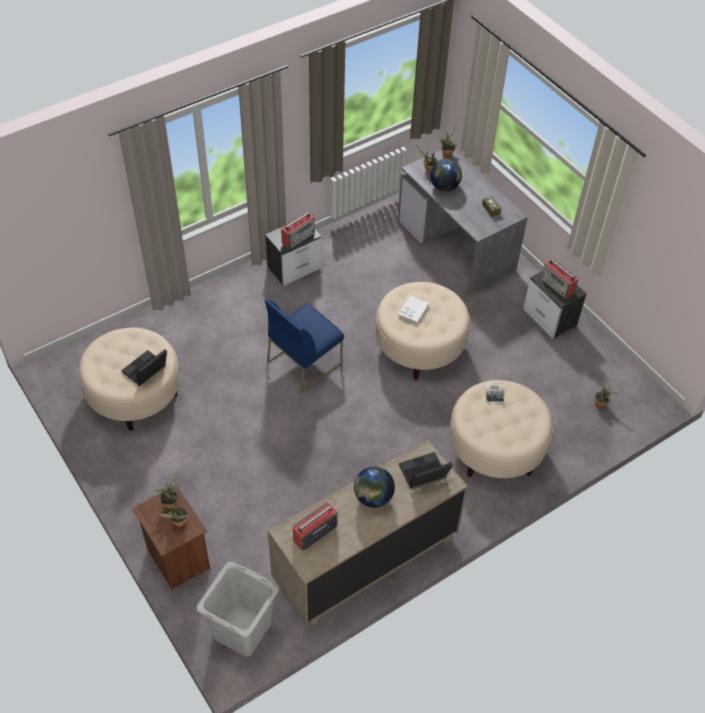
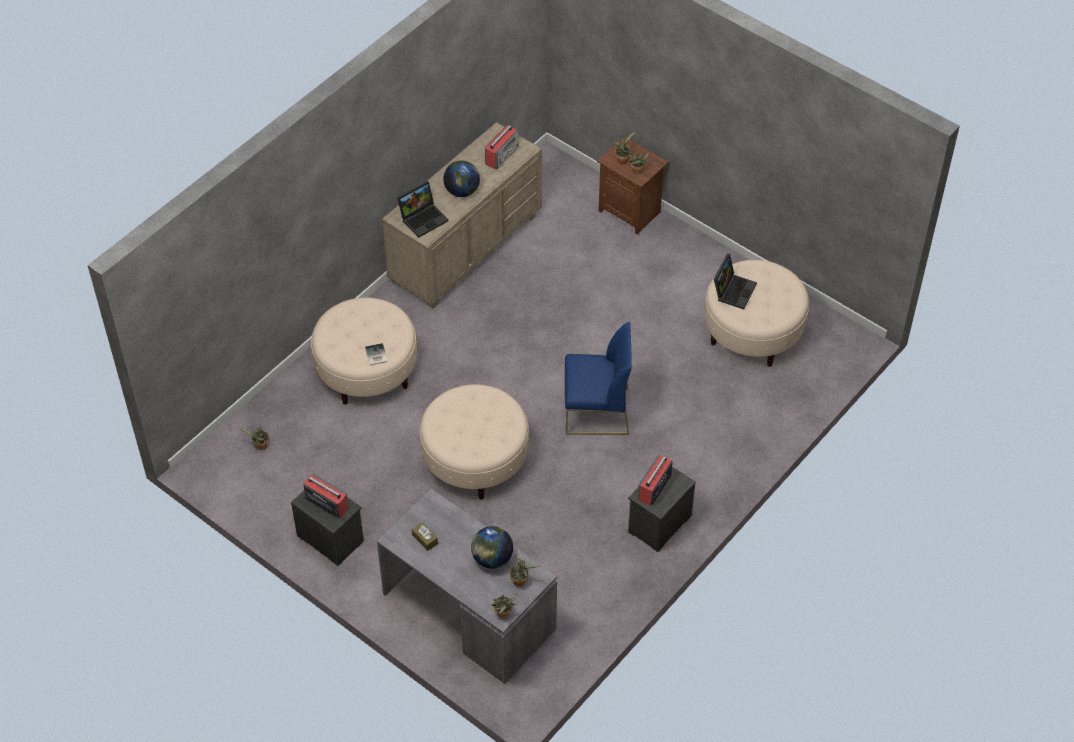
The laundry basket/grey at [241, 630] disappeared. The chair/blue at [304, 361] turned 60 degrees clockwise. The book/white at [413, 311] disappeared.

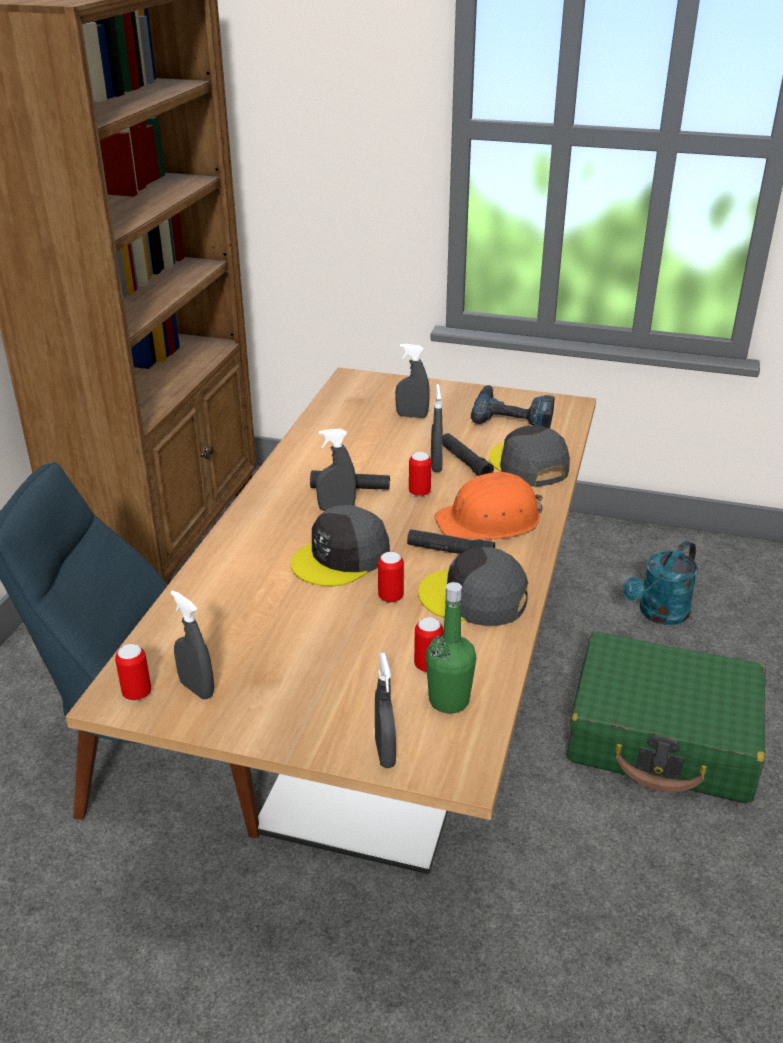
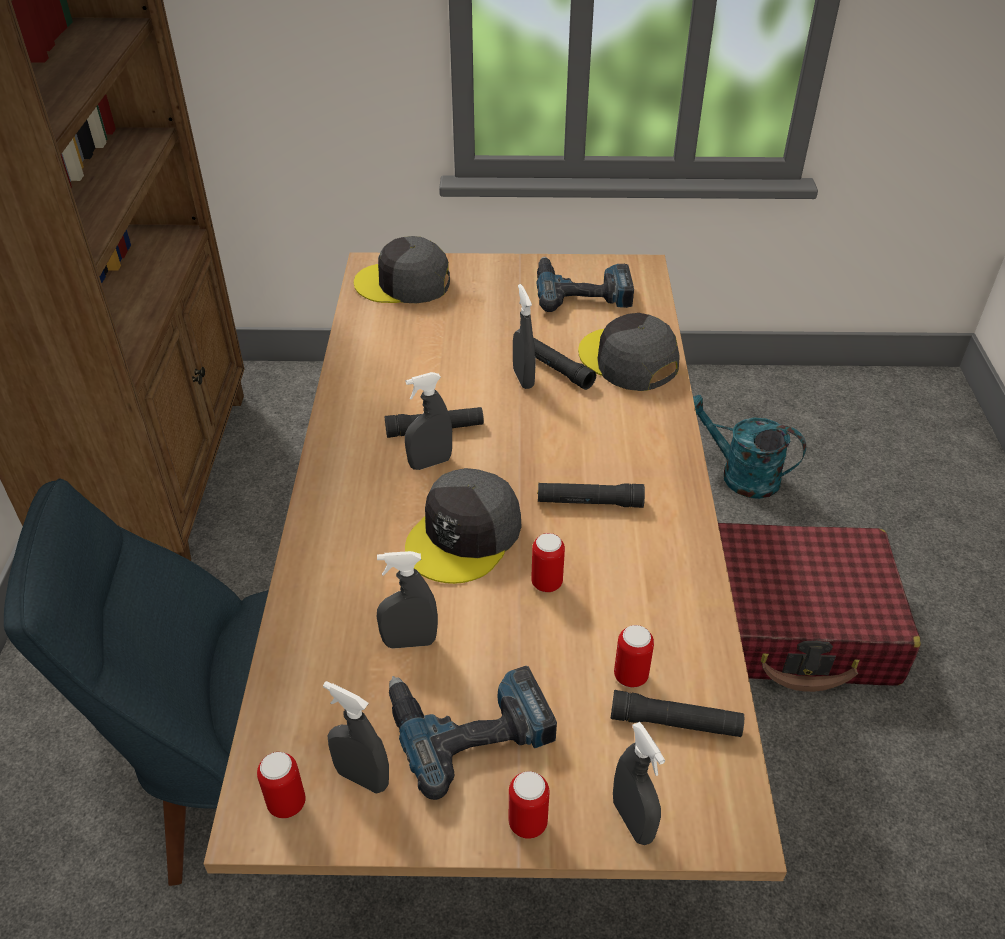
The spray bottle/grey moved from [412, 416] to [409, 642]. The can moved from [419, 492] to [527, 823]. The cap/grey moved from [474, 598] to [403, 283]. The bottle/green at [449, 700] was replaced by the flashlight/black at [675, 722]. The hard hat/orange at [490, 520] disappeared. The suitcase/green at [663, 737] became the suitcase/red at [791, 624]. The watering can/turquoise at [659, 614] turned 90 degrees clockwise. The power drill at [469, 725] appeared.

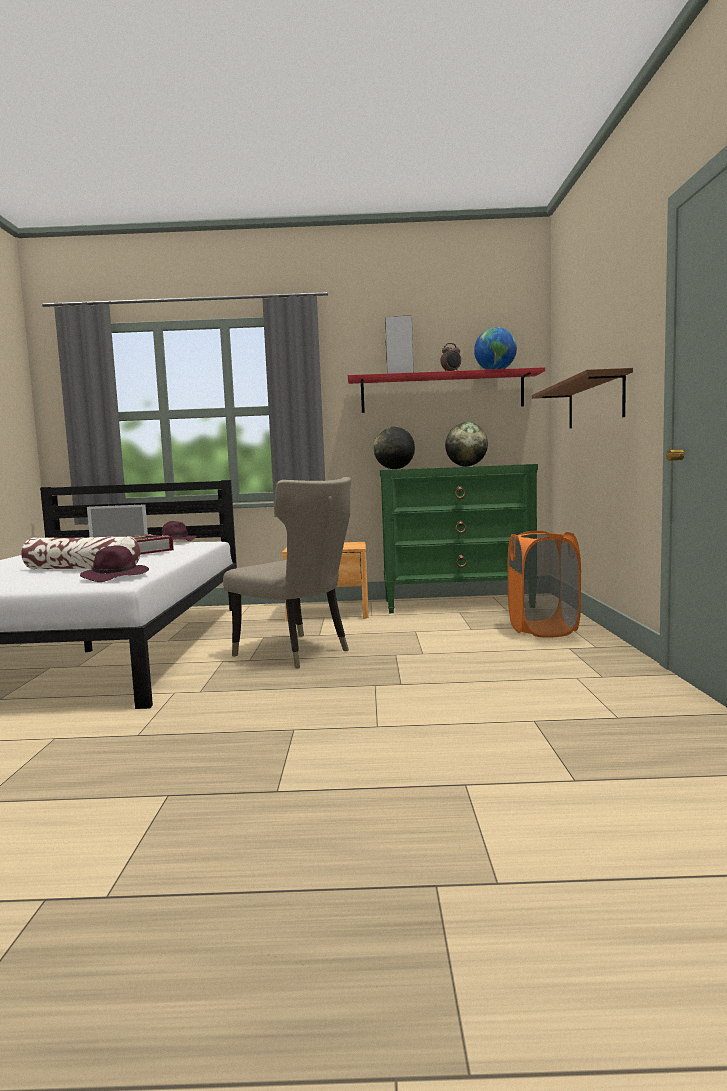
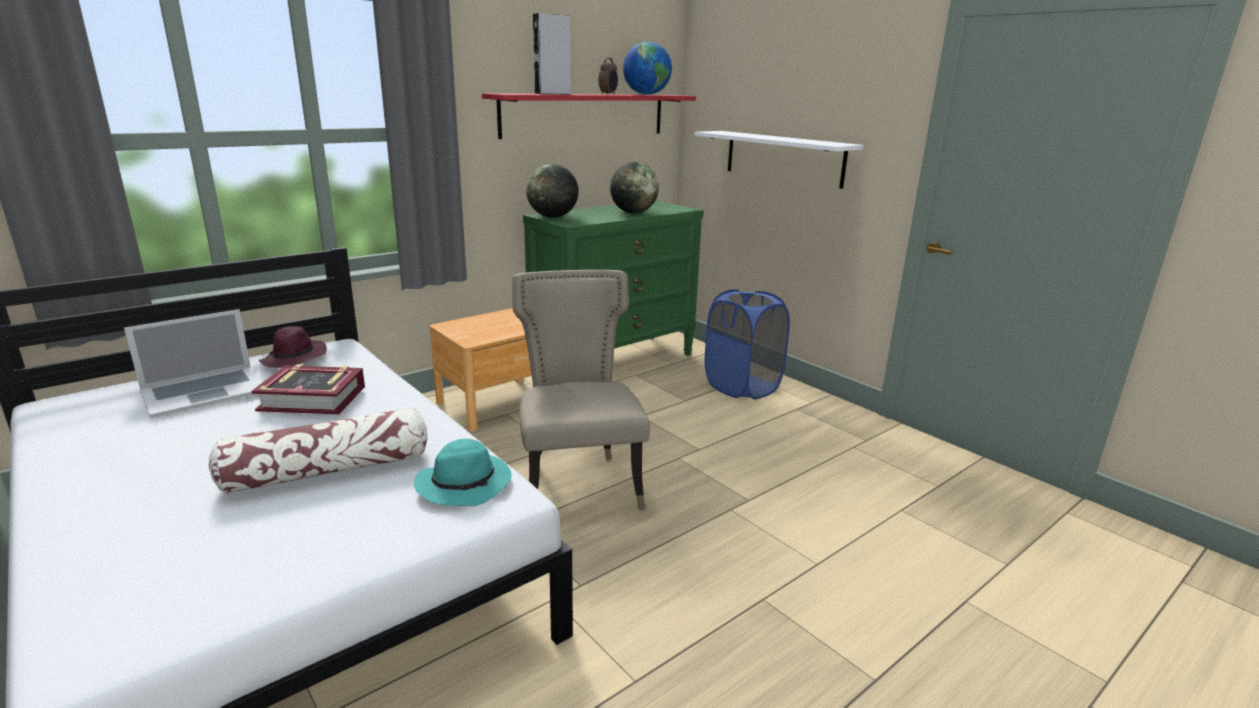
The hat/purple at [116, 577] became the hat/turquoise at [465, 484]. The chair/beige at [297, 652] turned 105 degrees counterclockwise. The laundry basket/orange at [543, 629] became the laundry basket/blue at [742, 387]. The shelf/brown at [594, 403] became the shelf/white at [783, 158].

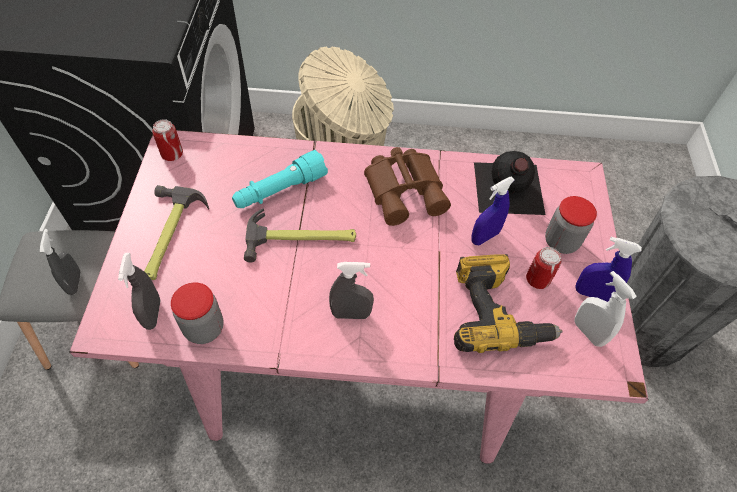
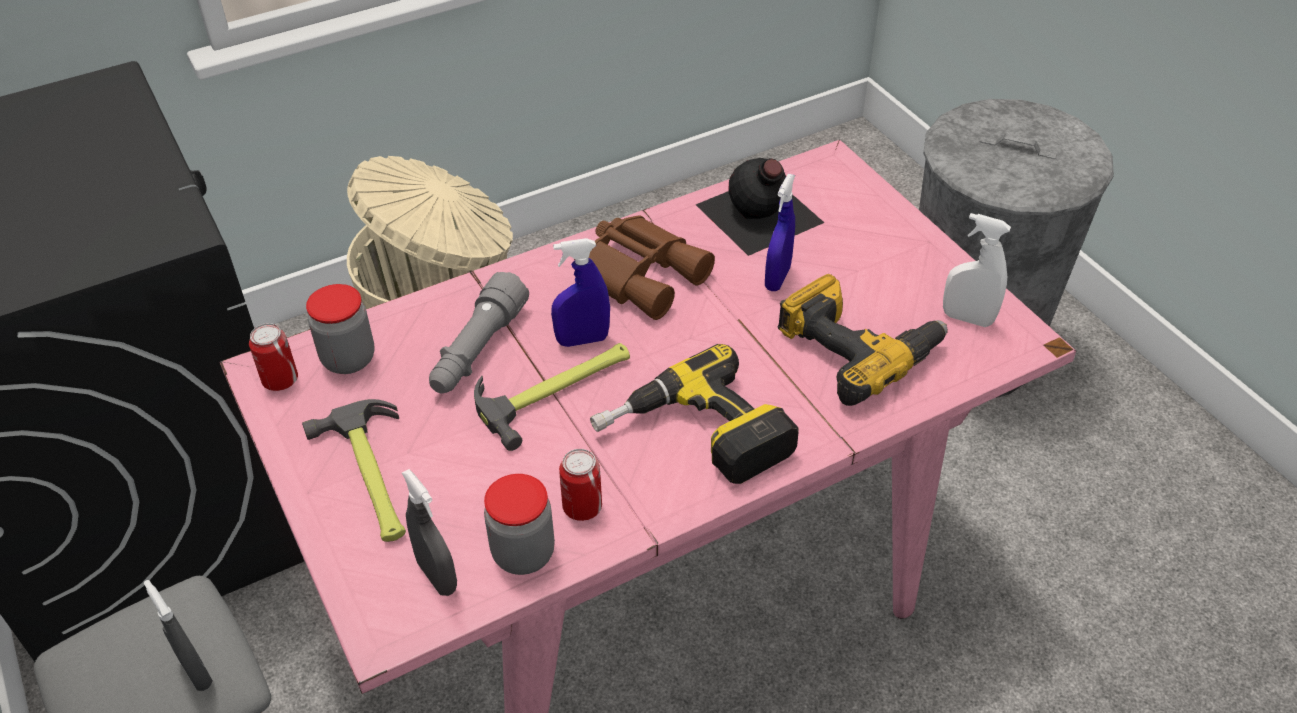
The flashlight/turquoise at [280, 190] became the flashlight/grey at [478, 350]. The spray bottle/grey at [351, 314] was replaced by the power drill at [694, 439]. The can moved from [537, 279] to [582, 507]. The jar moved from [561, 241] to [348, 359]. The spray bottle/blue moved from [592, 294] to [582, 340].

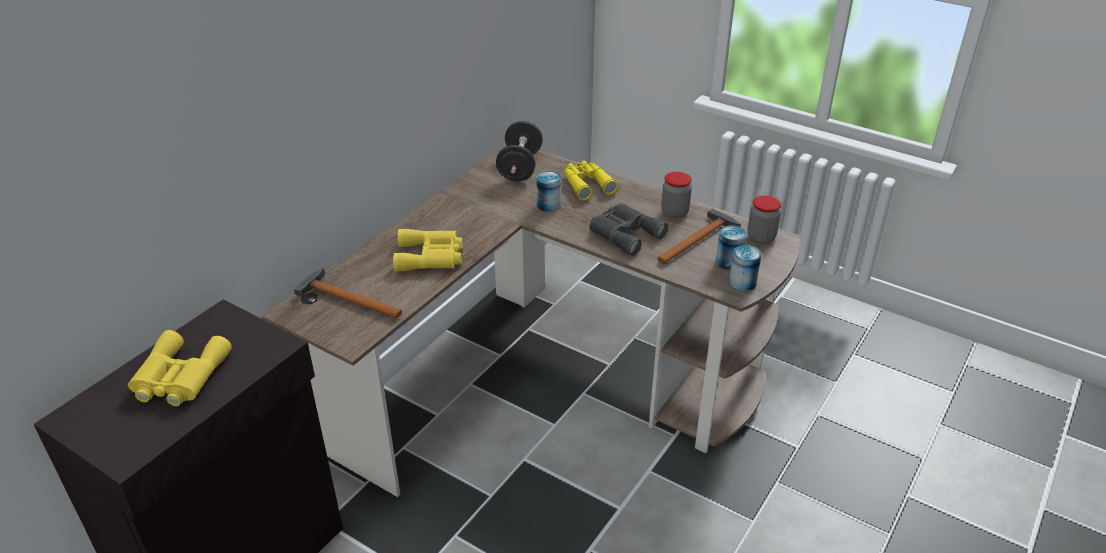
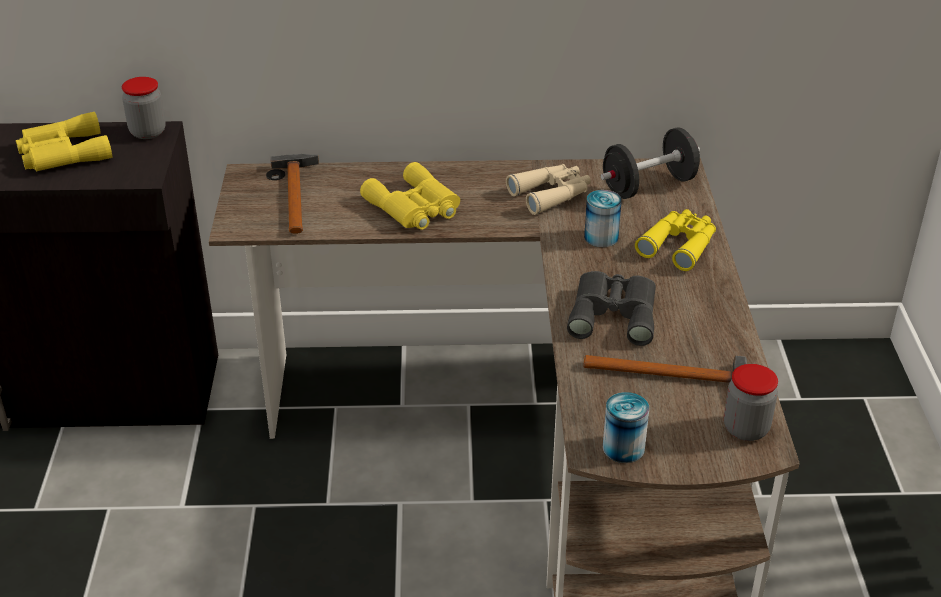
The jar moved from [674, 212] to [148, 132]. The can at [729, 262] disappeared. The binoculars/beige at [551, 194] appeared.

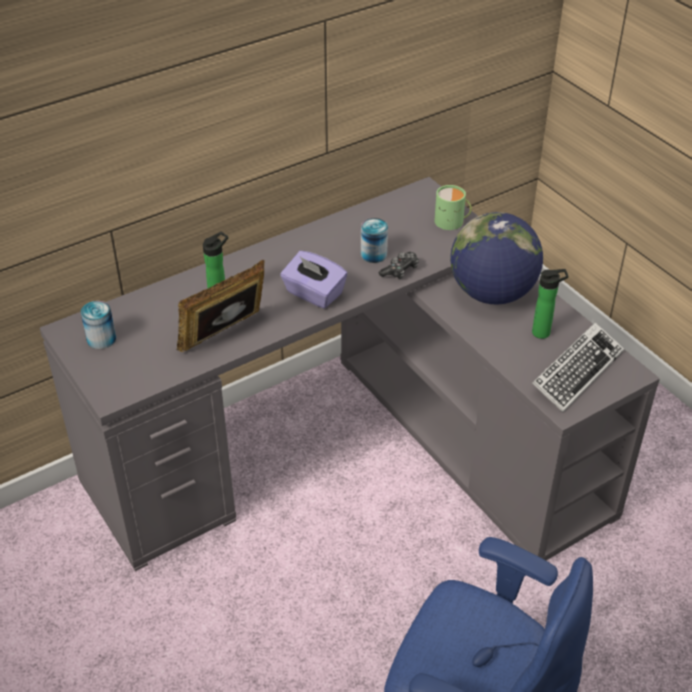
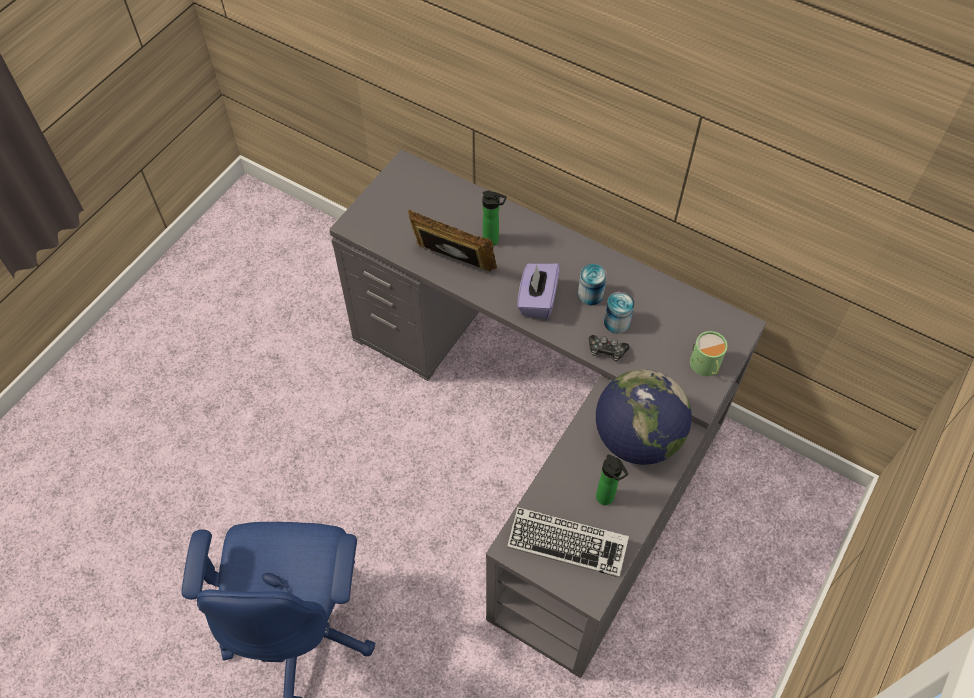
The can moved from [101, 339] to [590, 294].

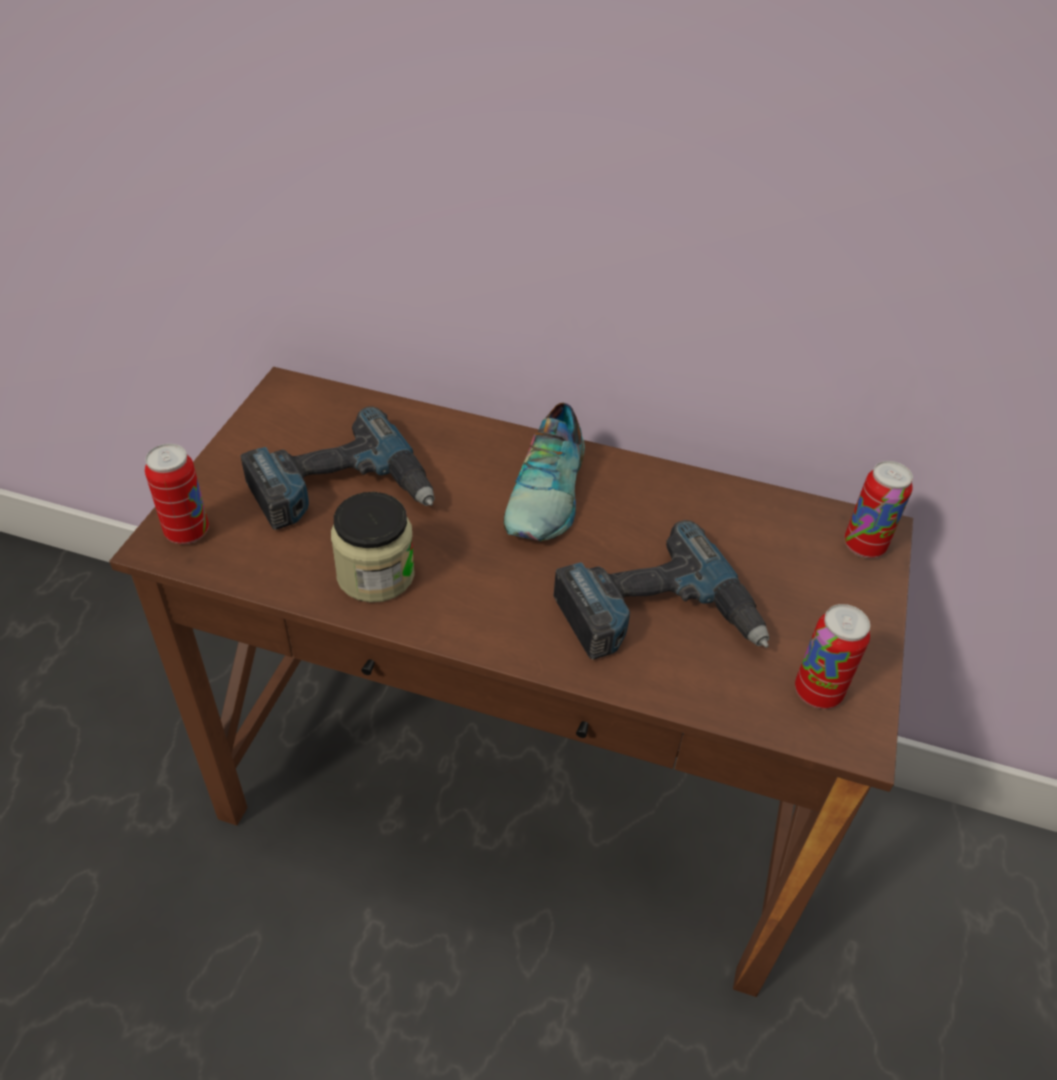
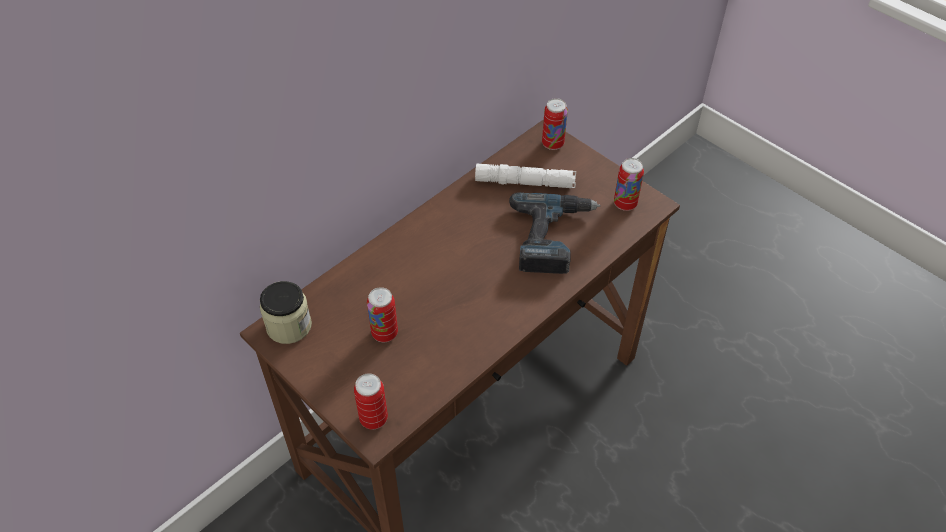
The power drill at [341, 490] was replaced by the can at [384, 333]. The jar moved from [375, 575] to [289, 326]. The shoe at [549, 492] disappeared. The flashlight/white at [525, 182] appeared.

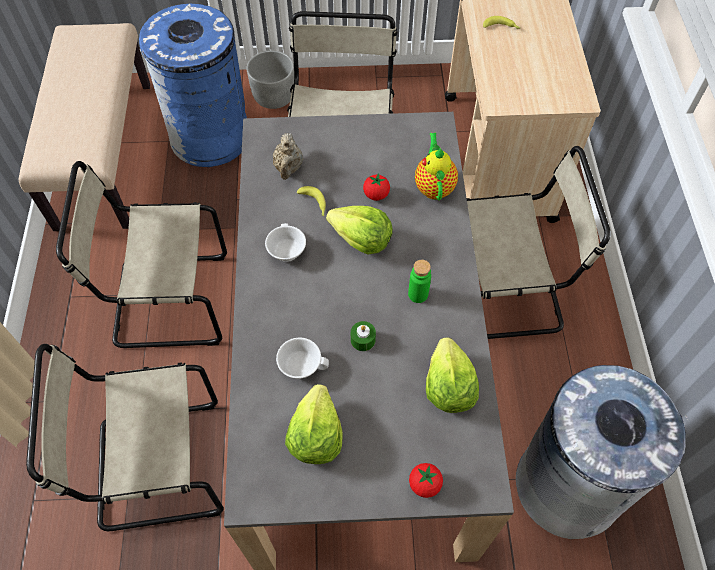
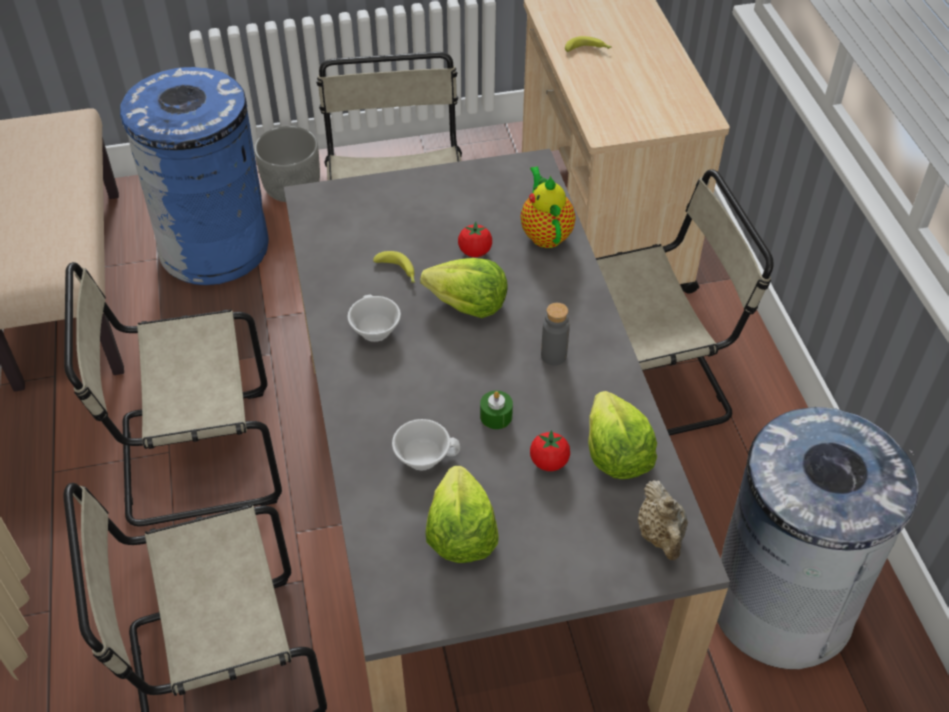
The teapot/beige moved from [288, 168] to [660, 536]. The bottle/green at [418, 294] became the bottle/grey at [553, 356]. The tomato moved from [424, 484] to [549, 462].

